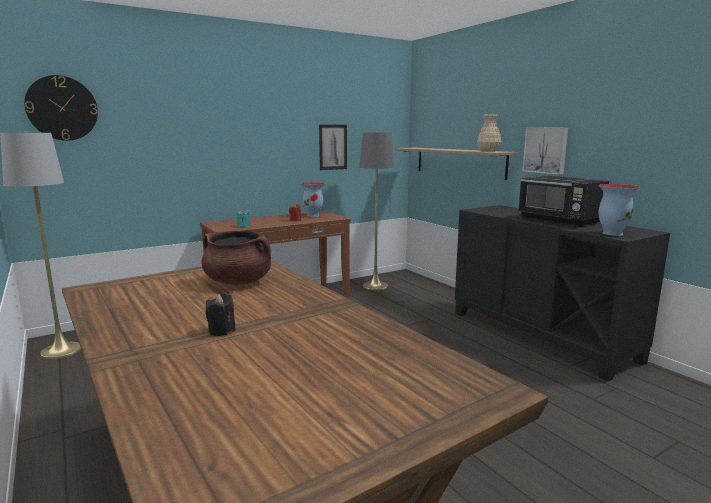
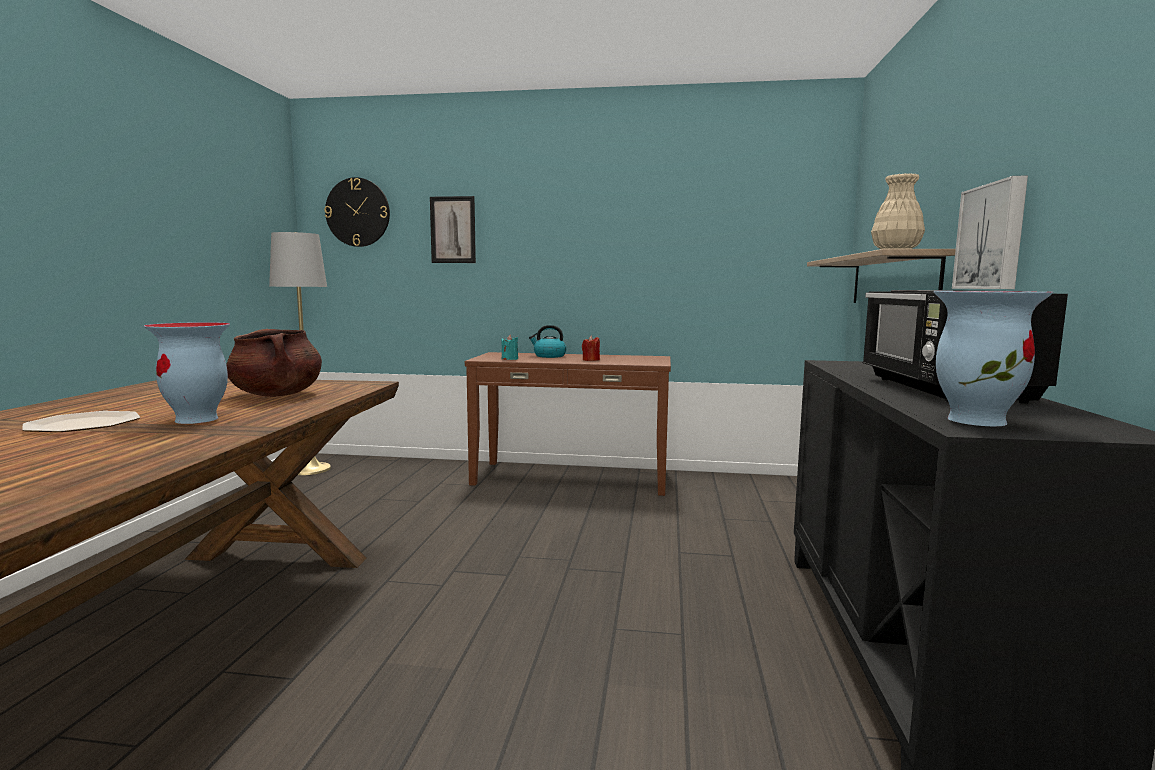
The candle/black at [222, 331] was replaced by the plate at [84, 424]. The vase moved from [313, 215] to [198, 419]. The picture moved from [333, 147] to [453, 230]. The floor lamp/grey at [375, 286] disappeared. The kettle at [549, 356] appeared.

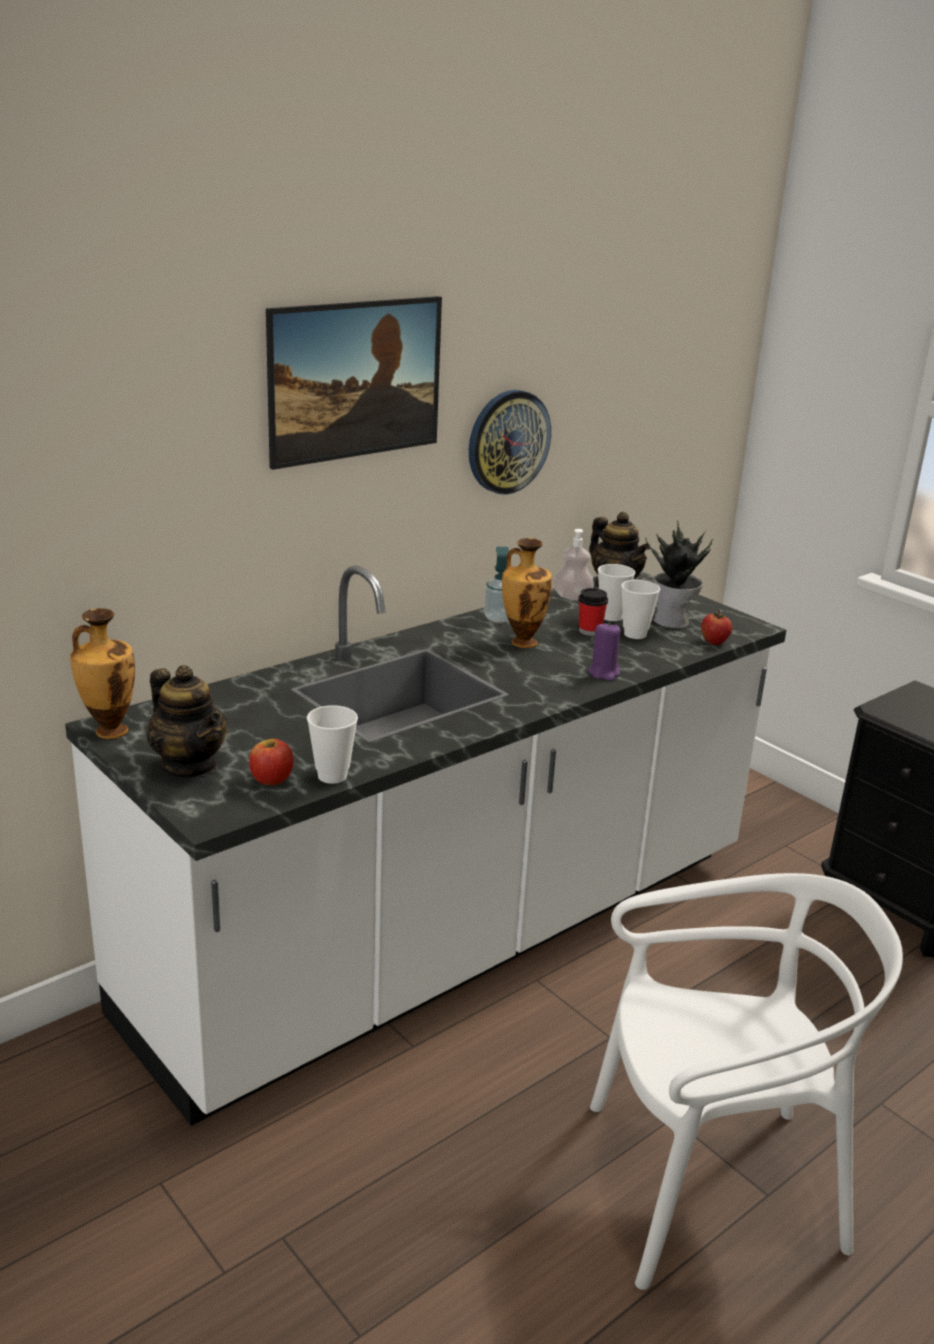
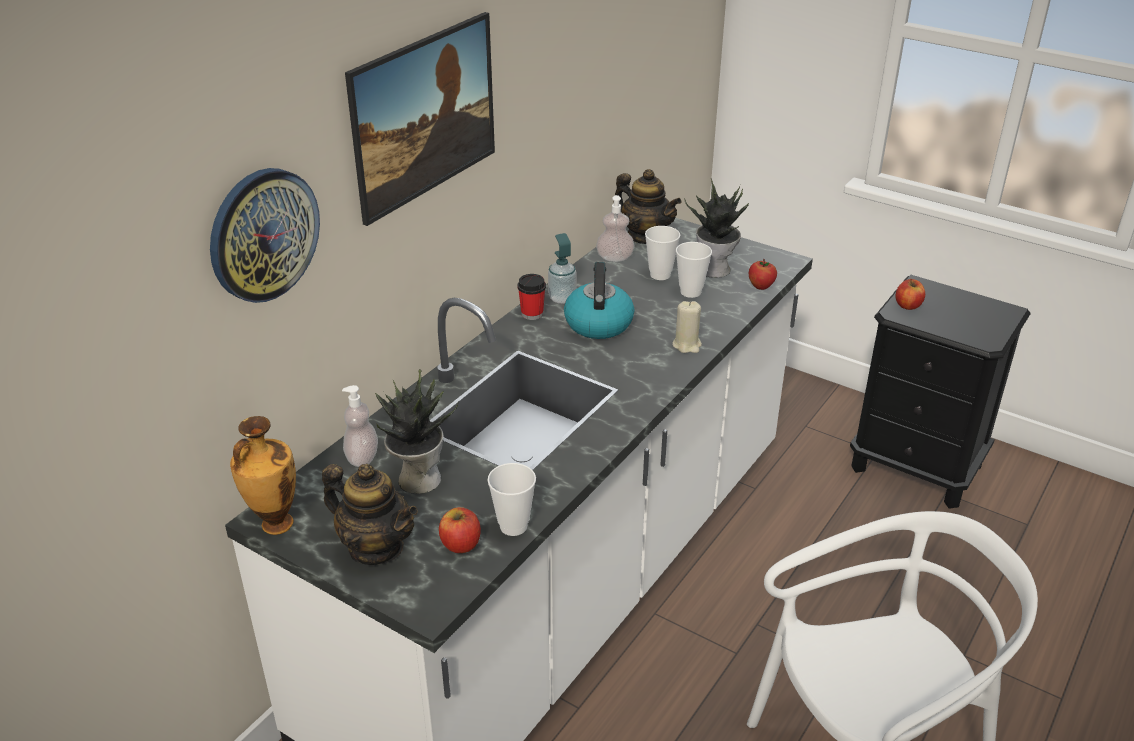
The wall clock moved from [508, 441] to [263, 234]. The vase at [522, 642] was replaced by the kettle at [598, 323]. The cup moved from [590, 631] to [532, 314]. The candle/purple at [604, 673] became the candle/beige at [687, 345]. The soap dispenser at [362, 457] appeared. The potted plant at [417, 479] appeared. The apple at [908, 305] appeared.

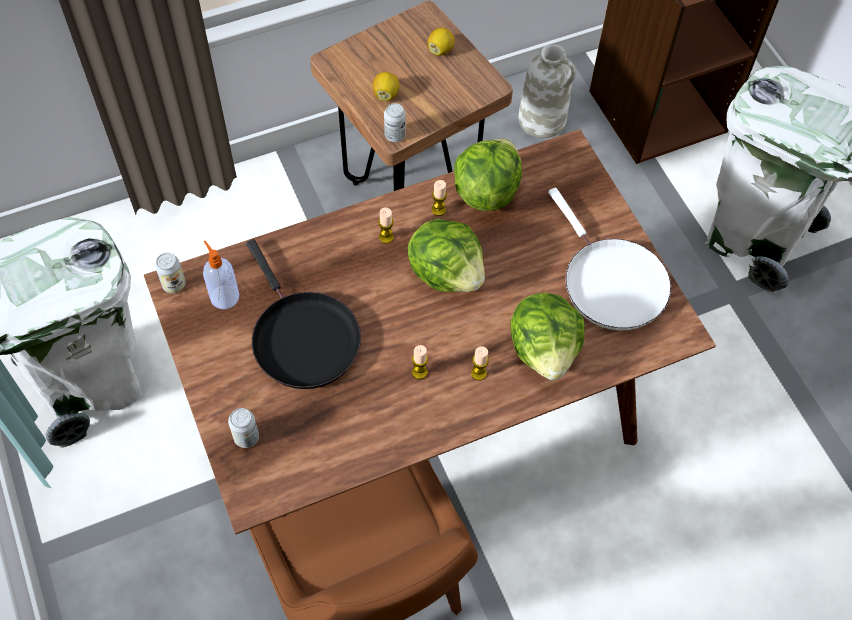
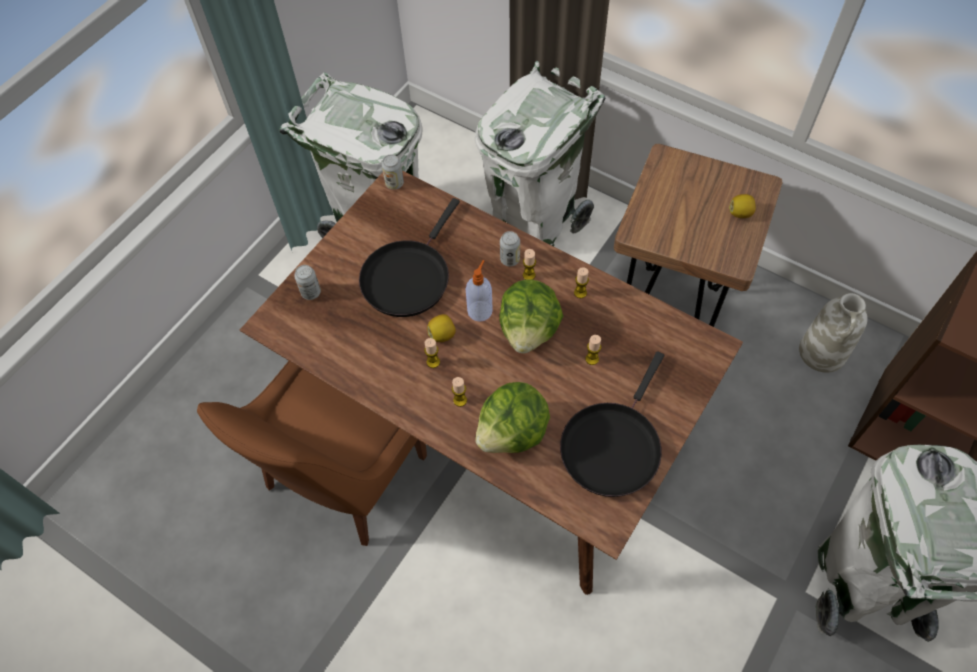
The soap dispenser moved from [224, 296] to [480, 310]. The lemon moved from [386, 94] to [442, 334]. The can moved from [395, 135] to [510, 259]. The lettuce at [486, 191] disappeared. The frying pan/white at [610, 282] became the frying pan/black at [612, 445]. The trash can/white at [535, 223] appeared. The candle at [592, 359] appeared.

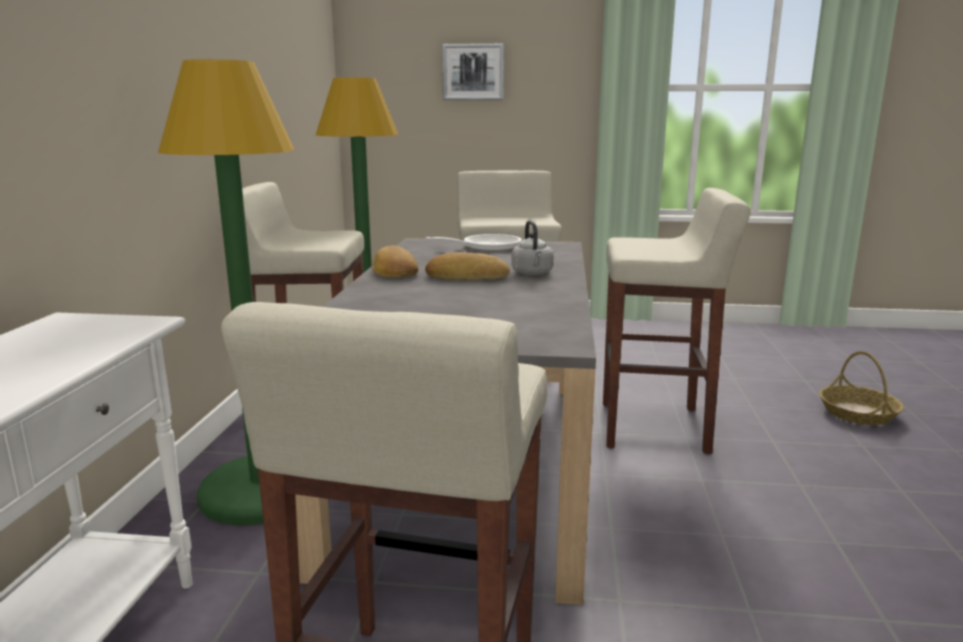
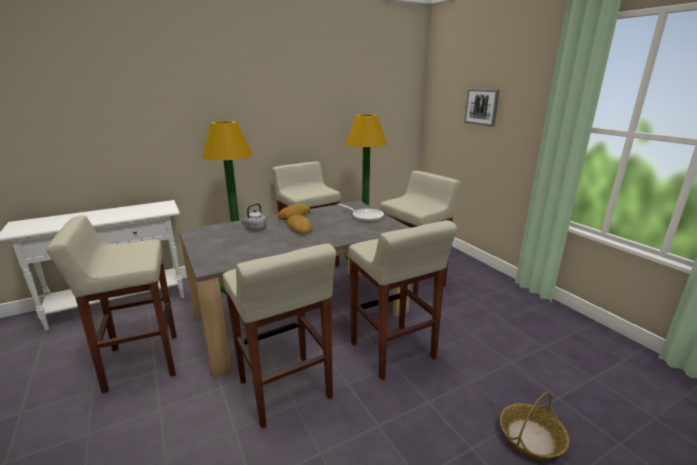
The kettle/grey moved from [532, 273] to [255, 229]. The stool/beige at [285, 390] appeared.

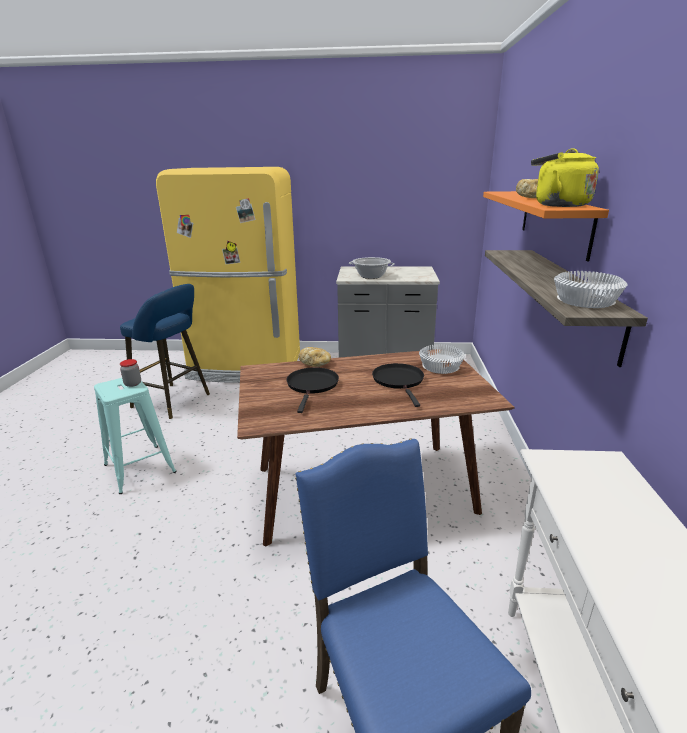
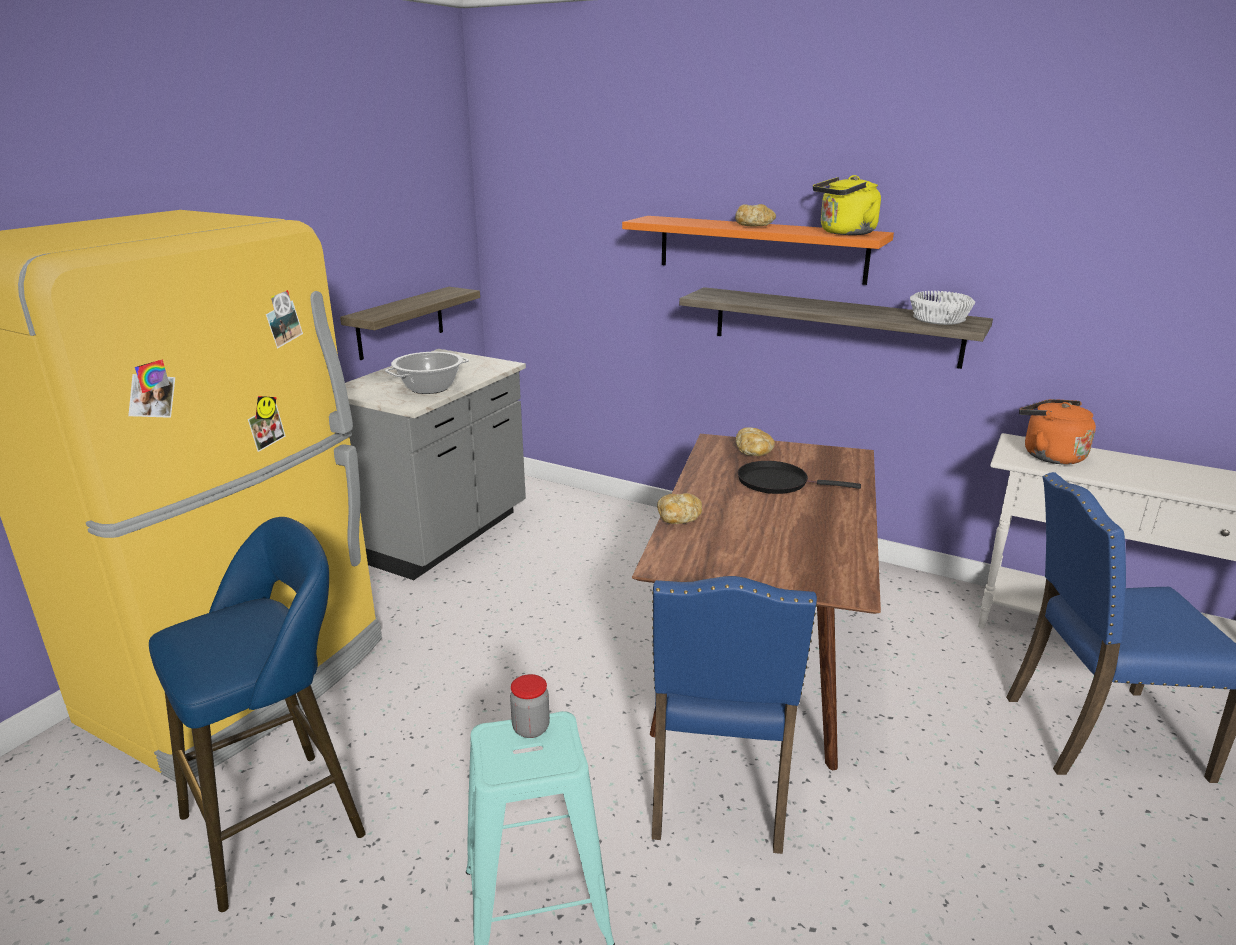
The frying pan/black at [312, 386] disappeared. The bowl/white at [441, 367] was replaced by the bread at [754, 452]. The shelf at [400, 323] appeared. The chair/blue at [718, 786] appeared. The kettle/orange at [1049, 455] appeared.

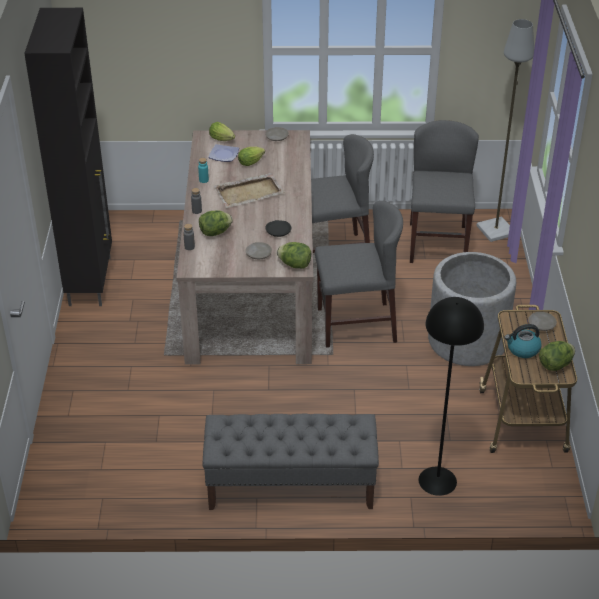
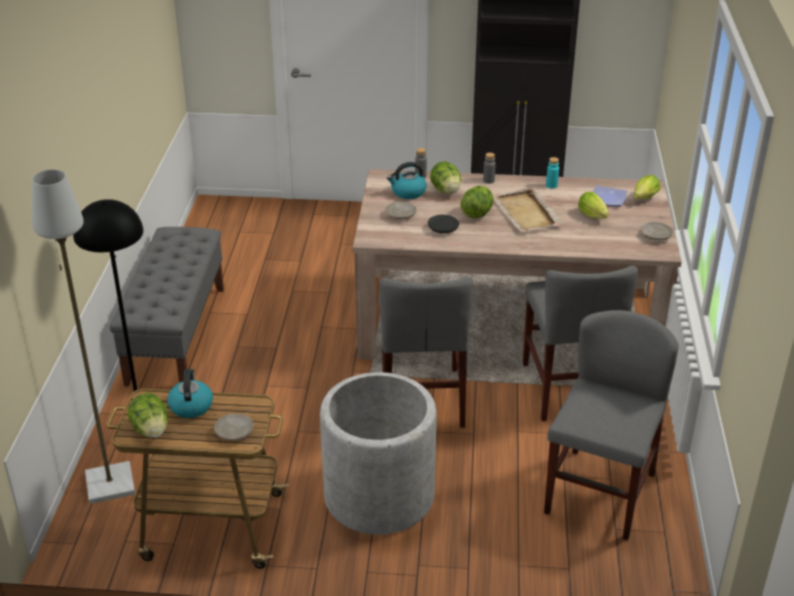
The lettuce moved from [295, 265] to [477, 213]. The chair/grey at [437, 244] turned 75 degrees counterclockwise. The floor lamp/grey moved from [496, 230] to [109, 485]. The kettle at [408, 192] appeared.

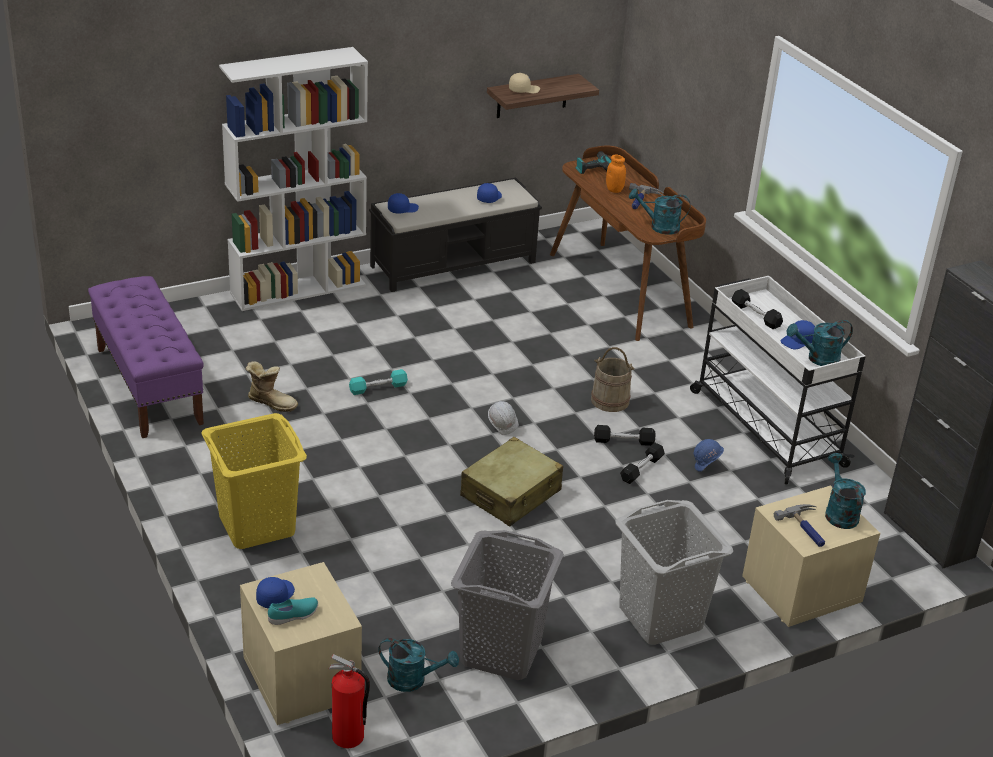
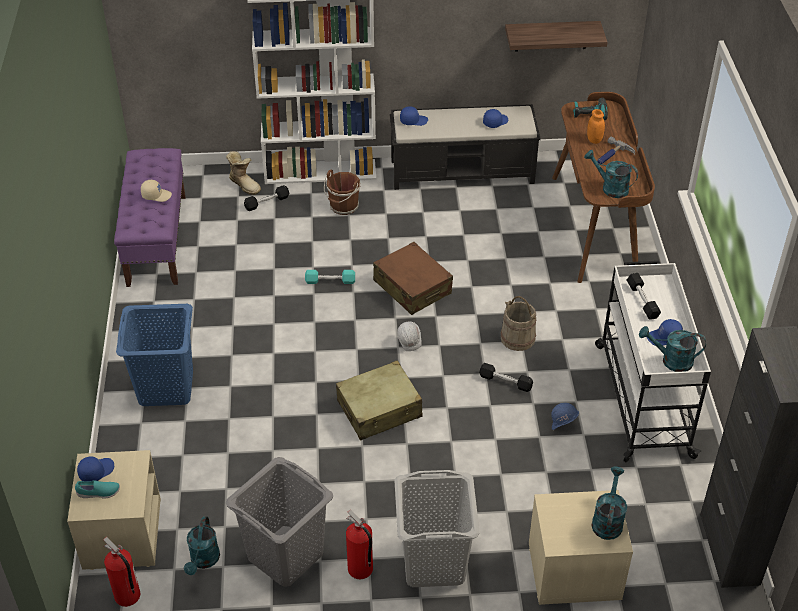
The laundry basket/yellow at [256, 525] became the laundry basket/blue at [165, 387]. The boot moved from [272, 402] to [245, 184]. The watering can/turquoise at [413, 680] turned 60 degrees clockwise. The cap/beige moved from [523, 89] to [156, 195]. The dumbbell/black moved from [641, 469] to [267, 202]. The hammer at [807, 529] disappeared. The bucket/brown at [343, 207] appeared. The fire extinguisher at [360, 569] appeared. The suitcase/brown at [412, 287] appeared.

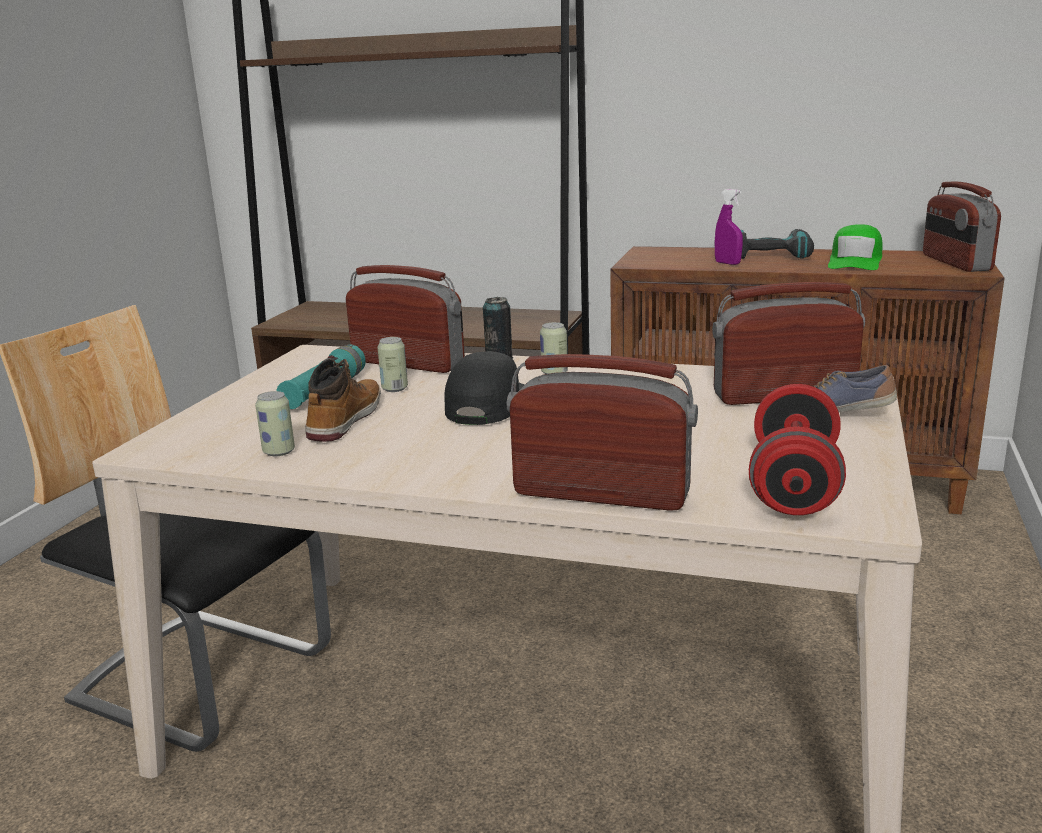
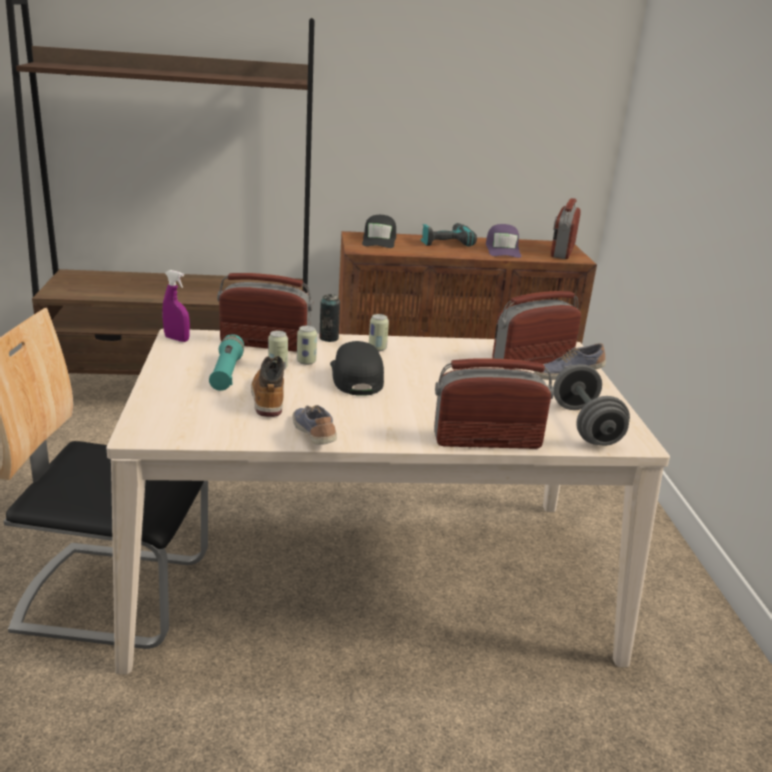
The can moved from [279, 452] to [306, 362]. The spray bottle/purple moved from [727, 263] to [177, 339]. The dumbbell/red at [794, 486] became the dumbbell/grey at [585, 425]. The cap/green at [855, 262] became the cap/purple at [502, 249]. The radio at [955, 263] turned 45 degrees clockwise. The shoe at [315, 435] appeared. The cap/black at [379, 240] appeared.

